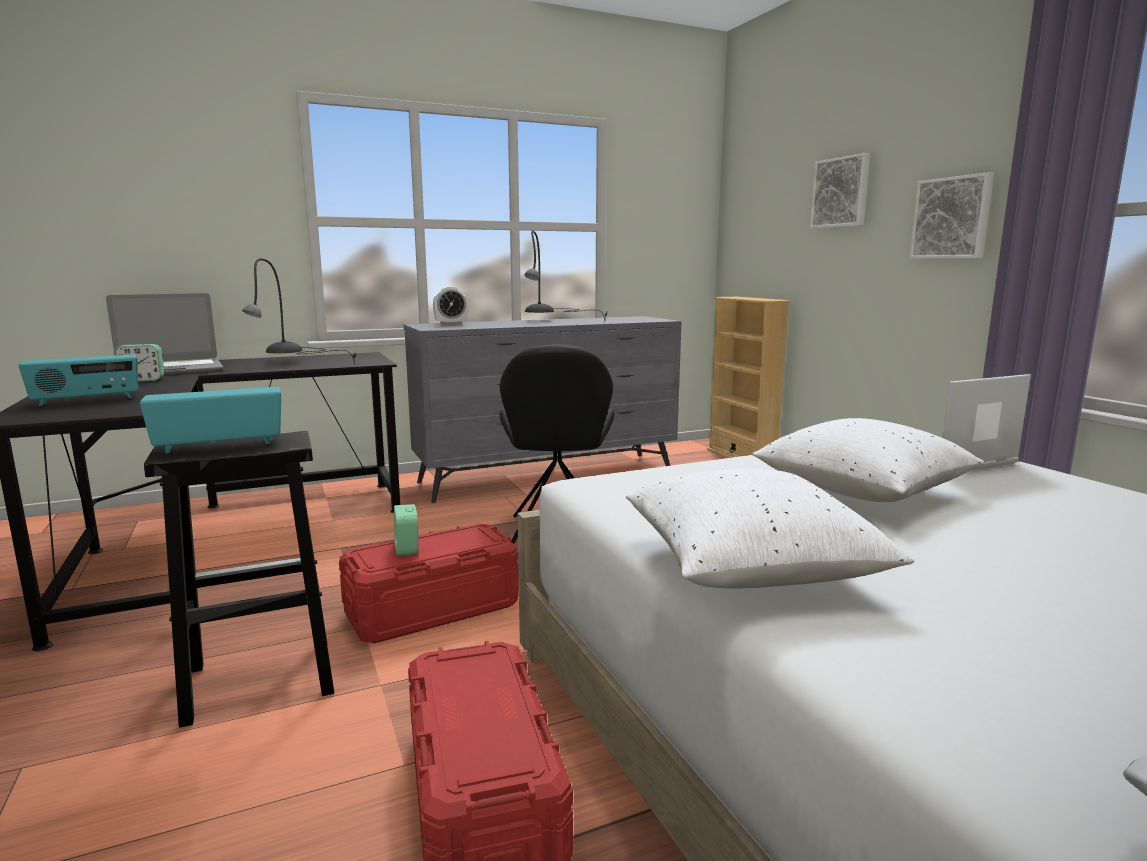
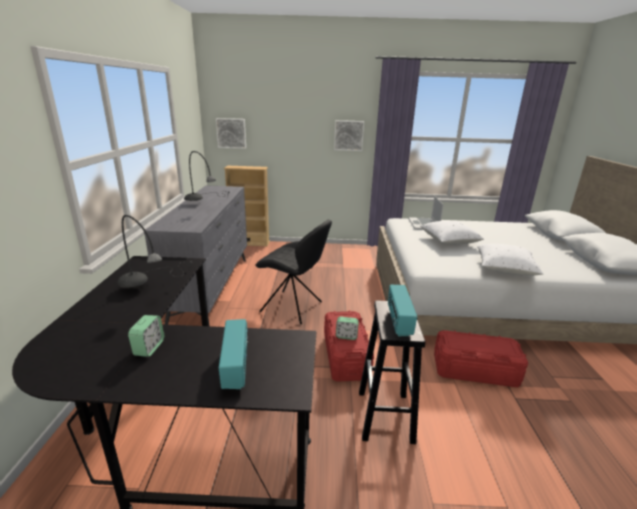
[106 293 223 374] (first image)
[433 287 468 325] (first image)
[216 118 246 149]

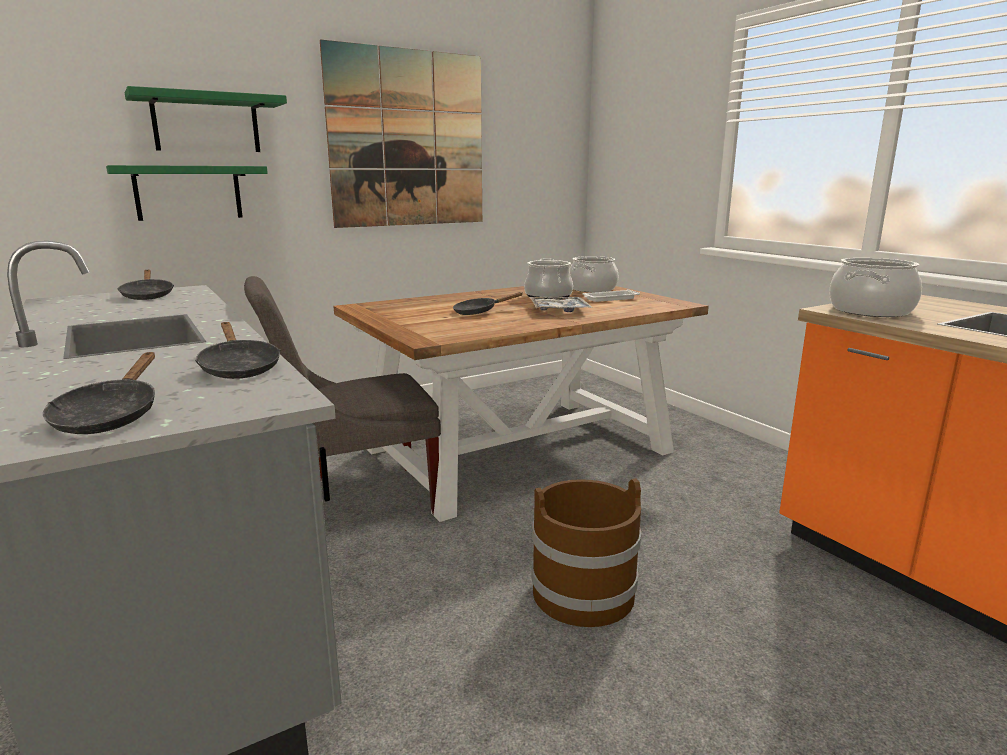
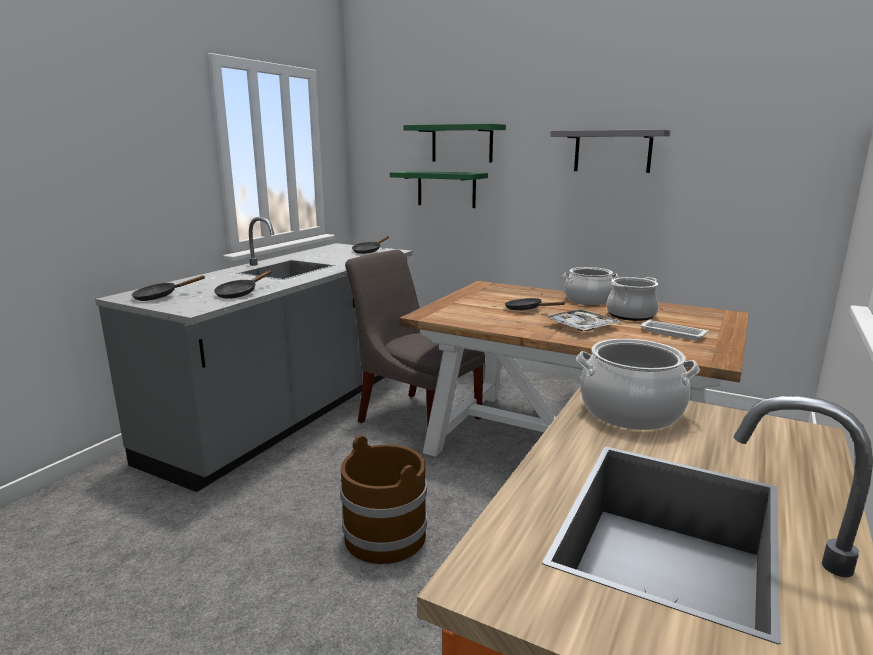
[563 267 619 305]
[550 129 670 173]

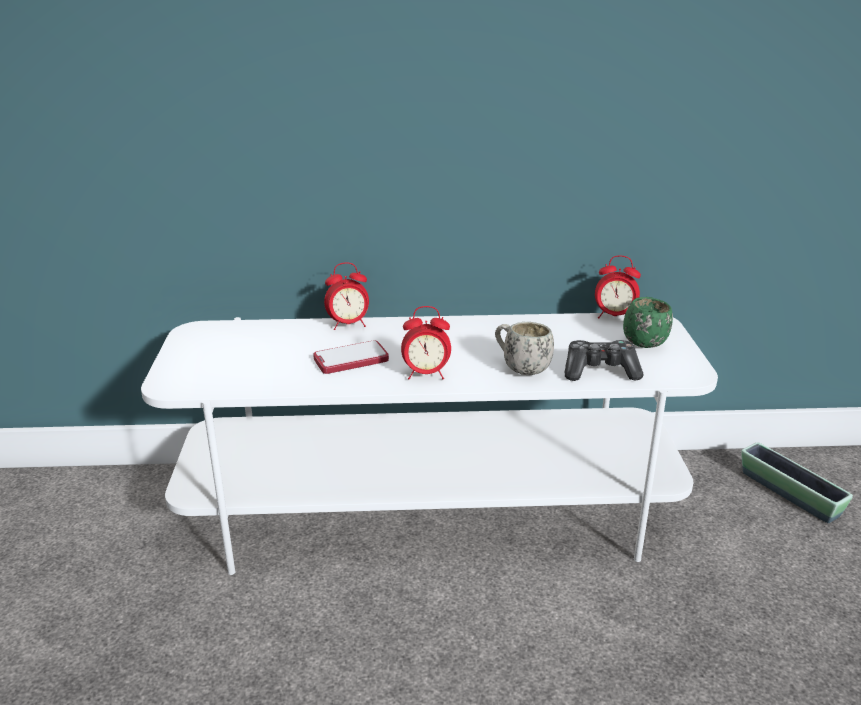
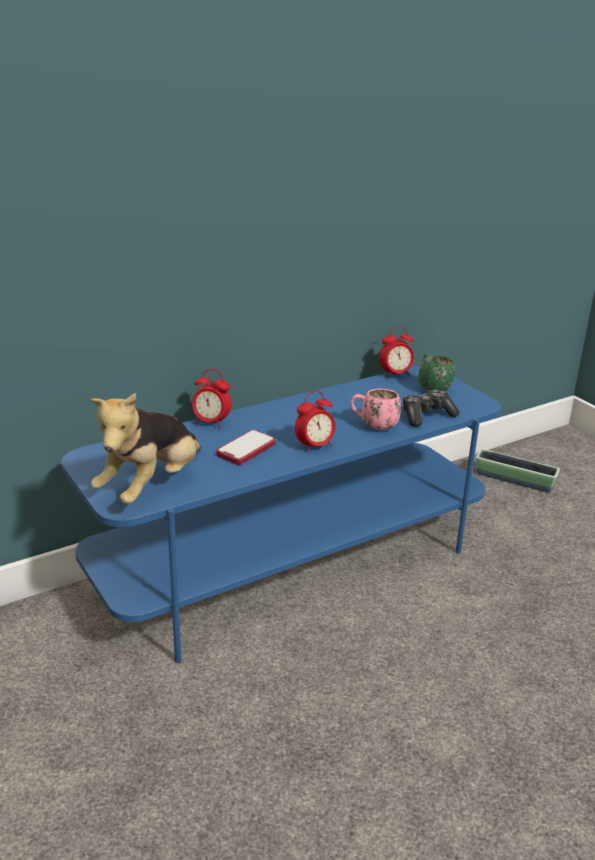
[90 393 201 504]
[61 366 501 663]
[350 389 401 430]
[192 369 231 428]

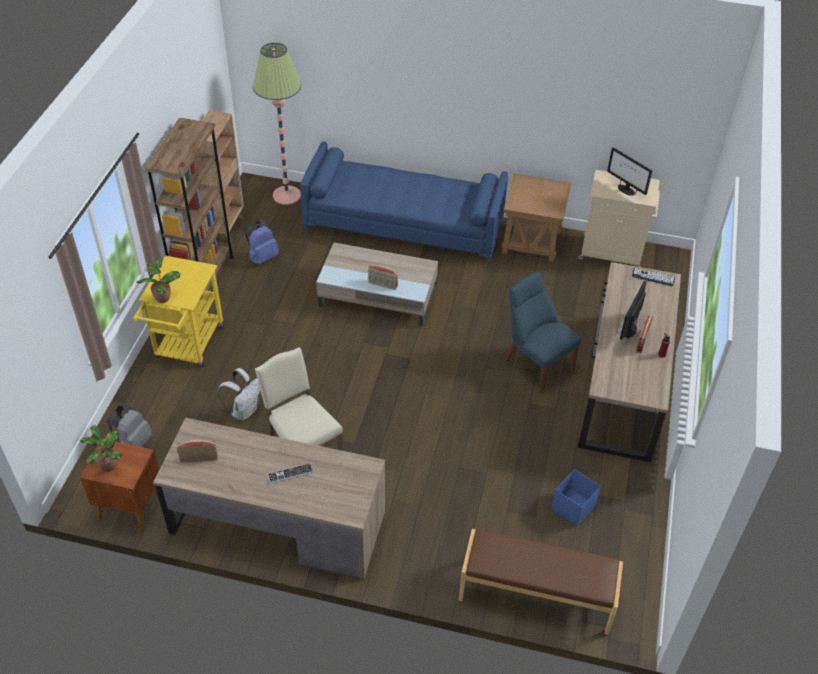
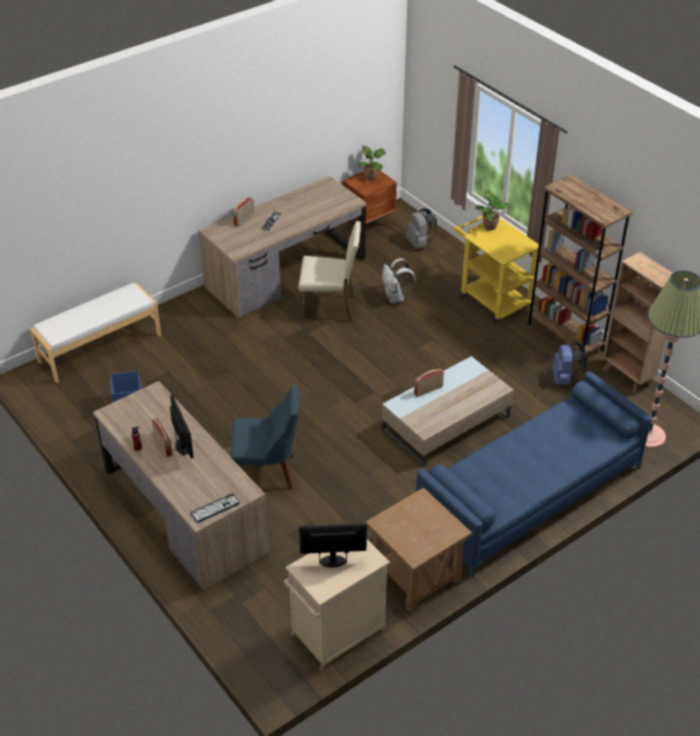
[233 197 255 227]
[30 283 161 383]

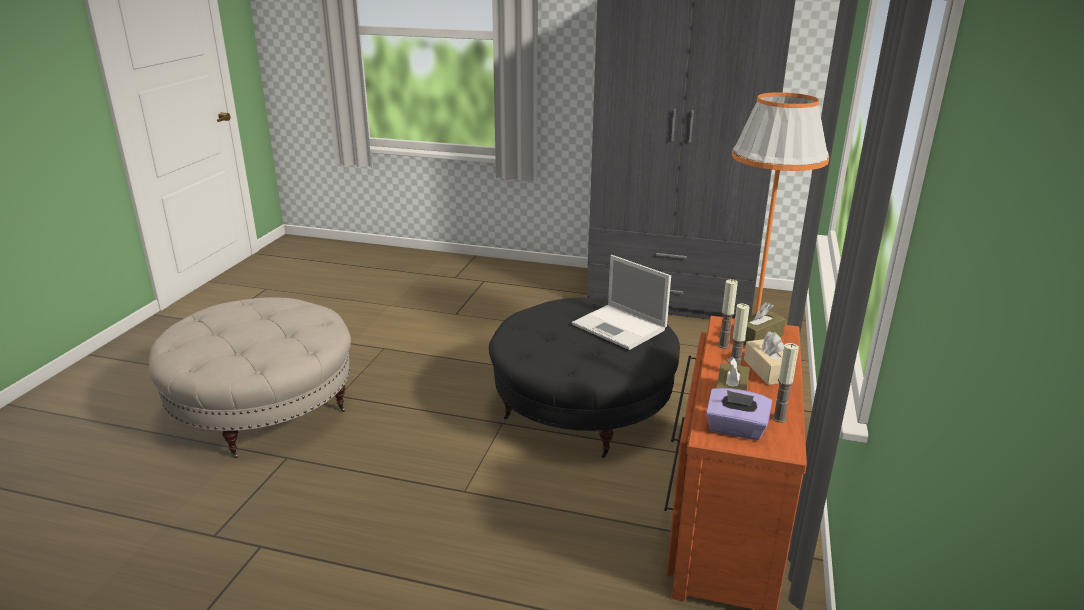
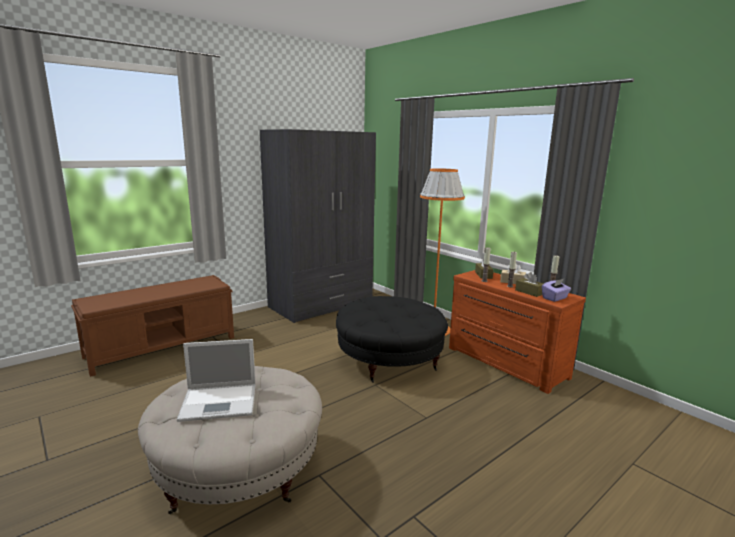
[71 275 234 377]
[177 339 256 422]

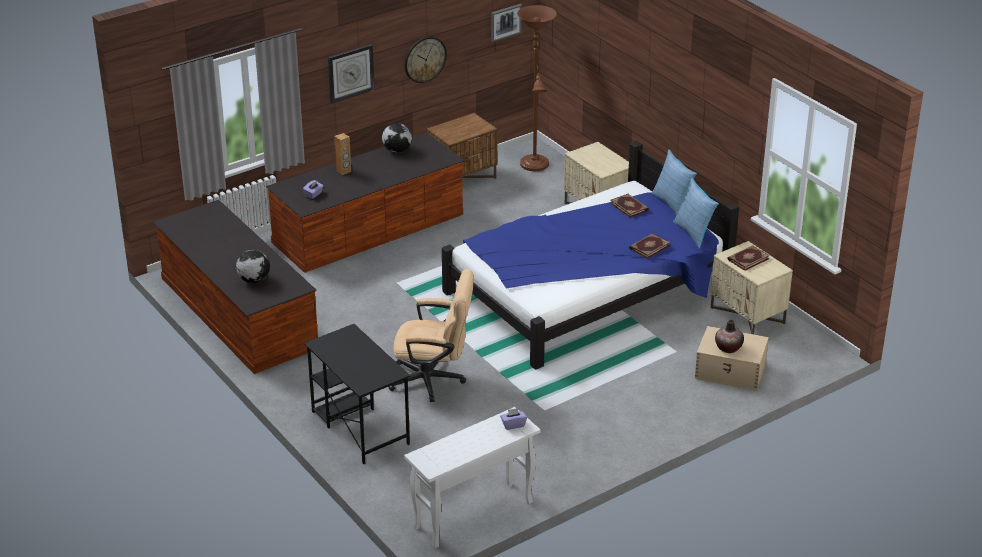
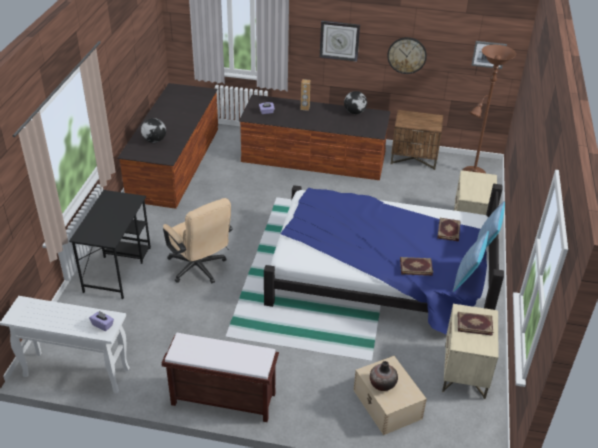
[161 333 279 422]

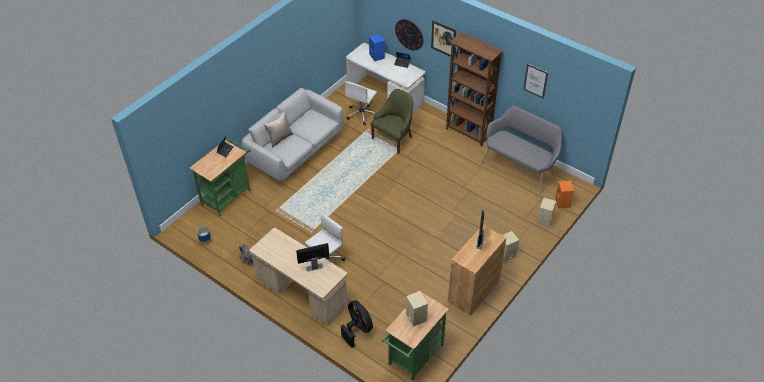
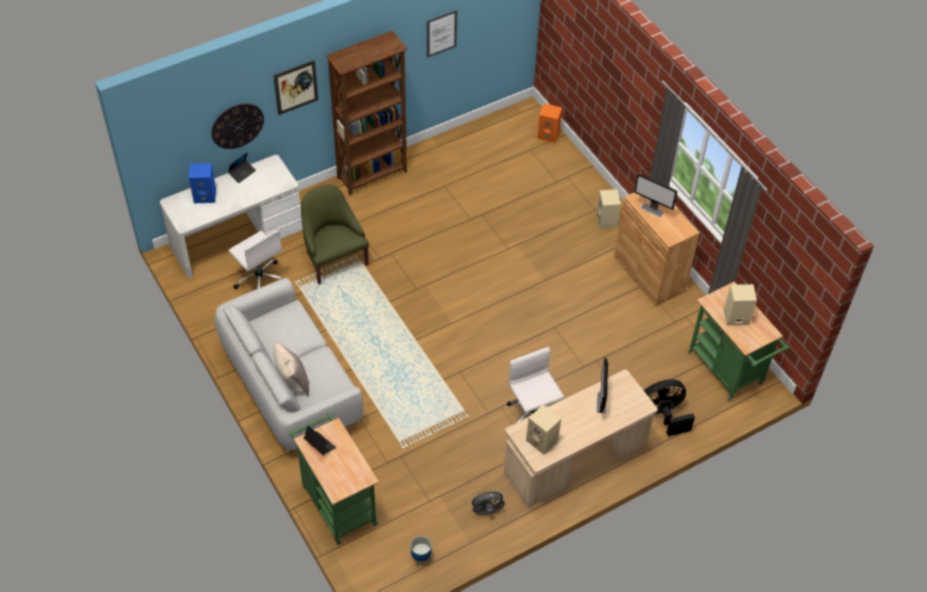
[481 106 562 194] (first image)
[526 405 561 455]

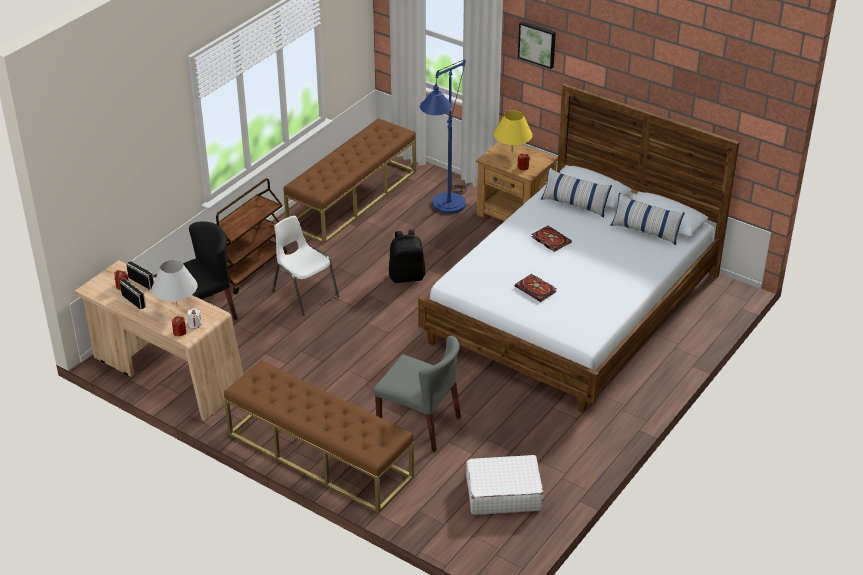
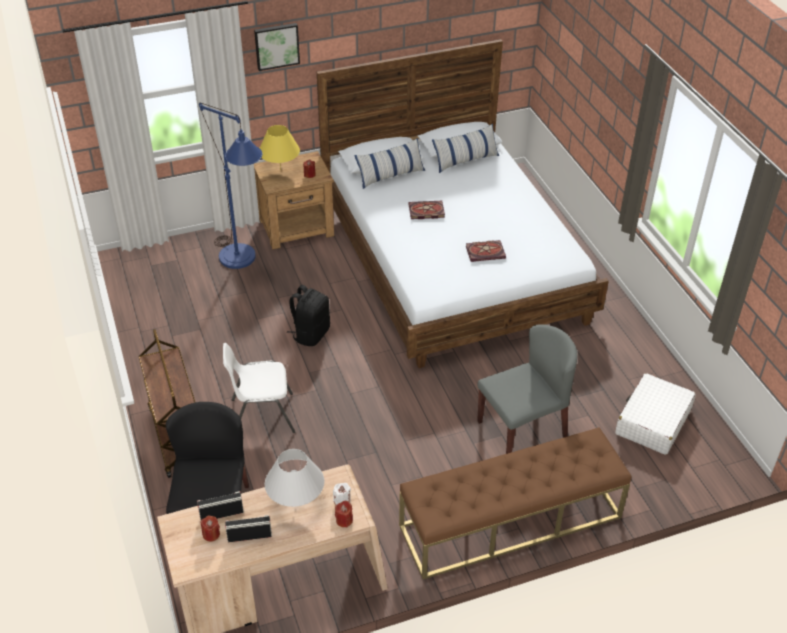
[283 118 416 244] (first image)

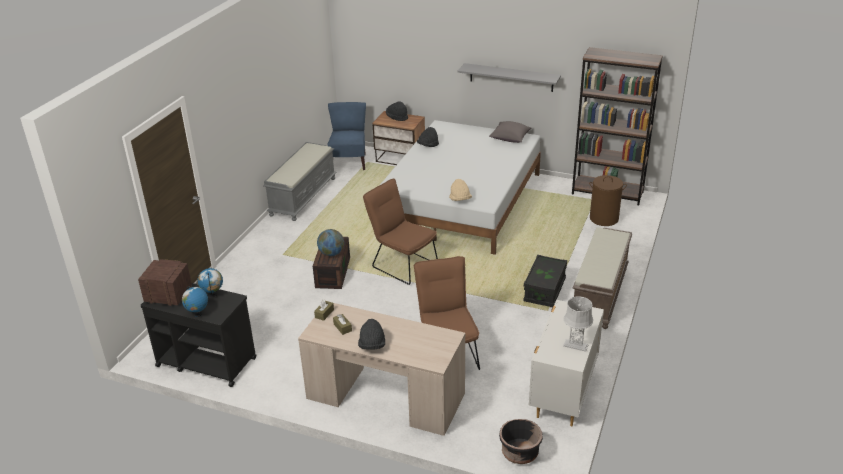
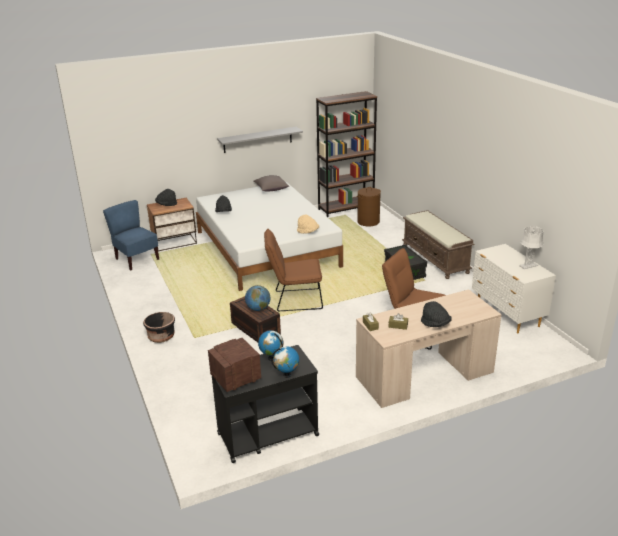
[263 142 337 221] (first image)
[143 312 175 343]

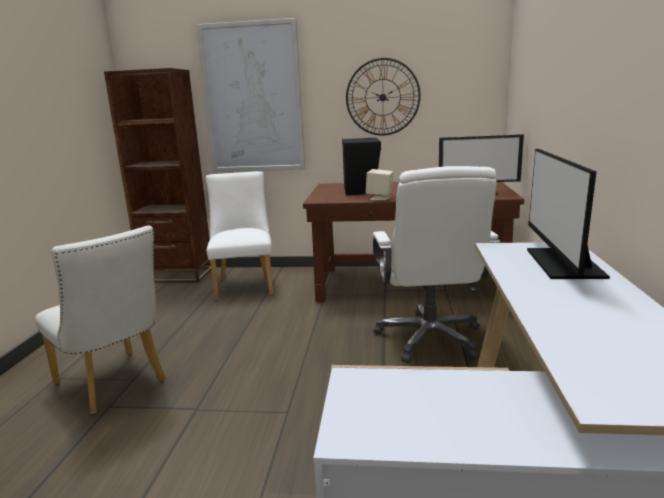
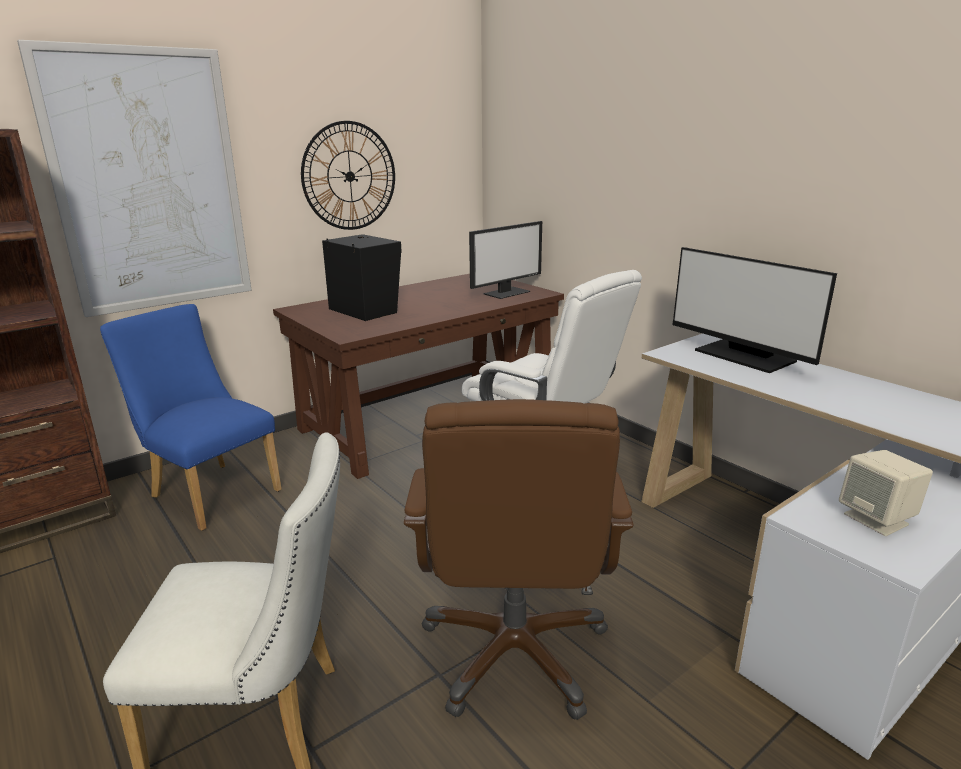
[404 399 634 720]
[839 450 933 536]
[100 304 282 531]

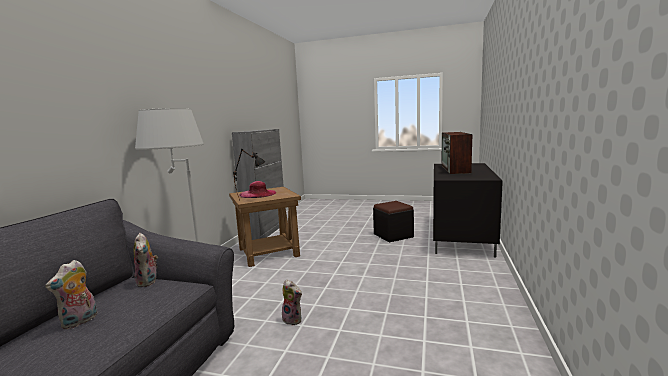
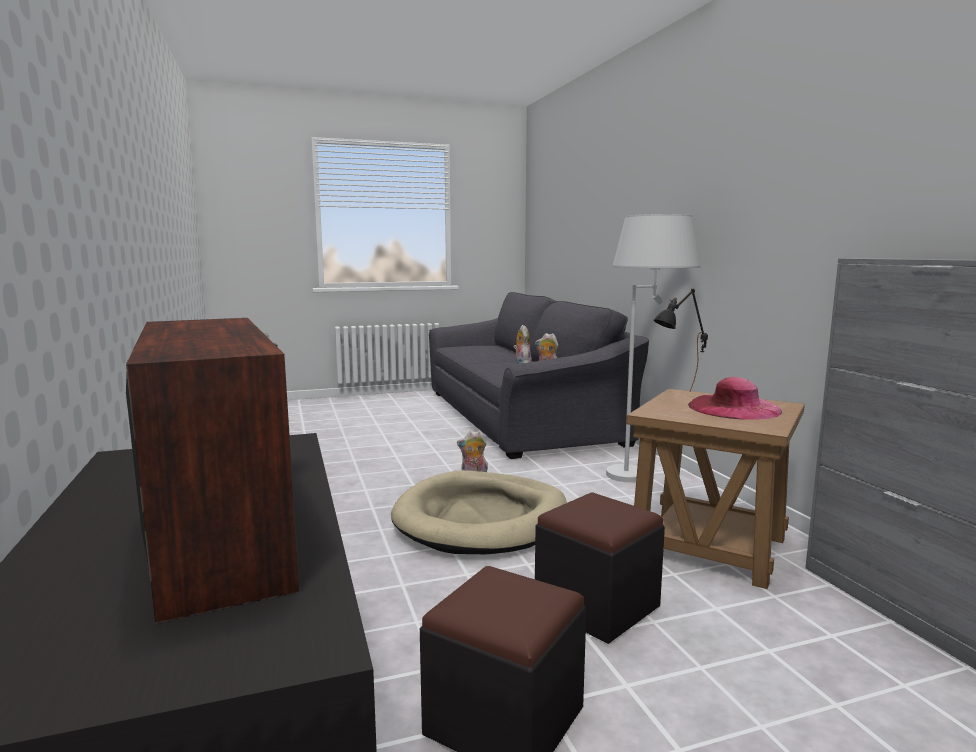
[391 470 567 554]
[535 493 665 644]

